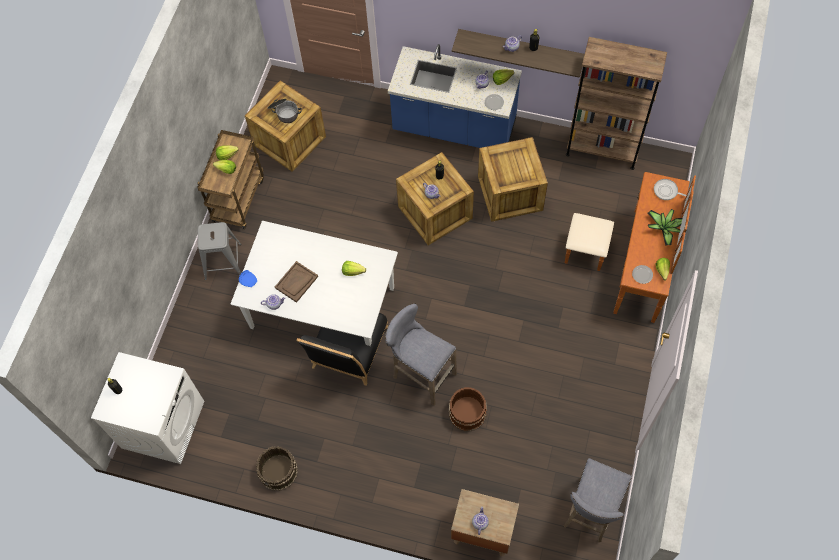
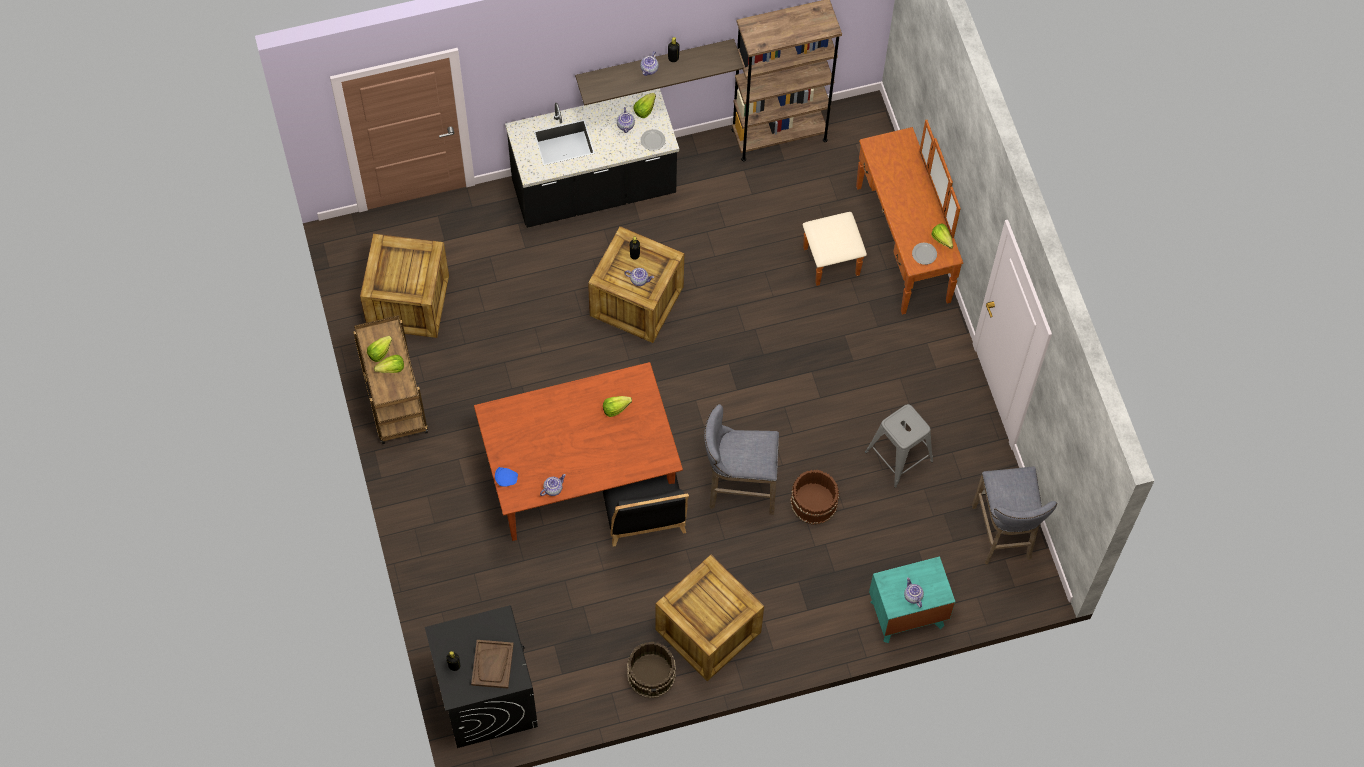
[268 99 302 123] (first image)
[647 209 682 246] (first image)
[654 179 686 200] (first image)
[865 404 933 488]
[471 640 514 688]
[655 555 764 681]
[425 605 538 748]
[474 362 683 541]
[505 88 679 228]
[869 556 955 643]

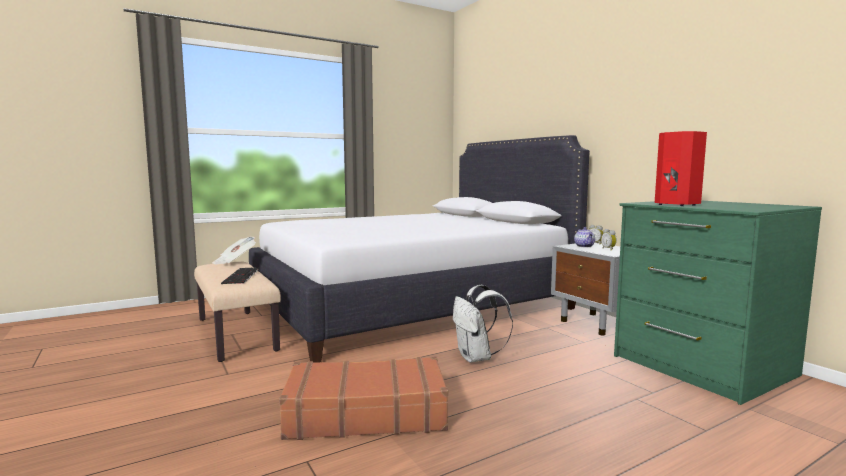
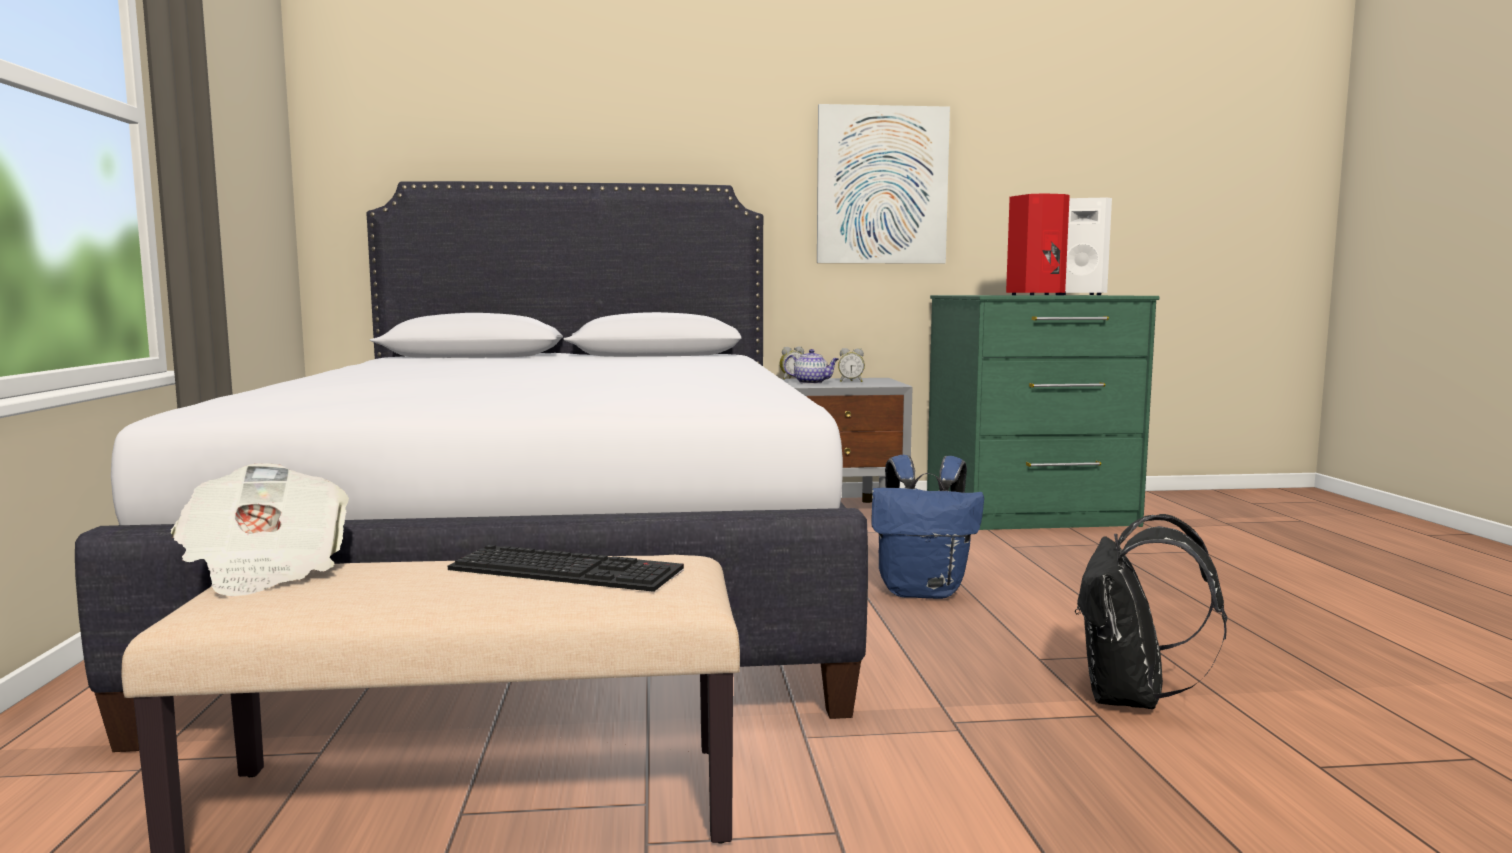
[817 104 950 264]
[1060 197 1112 295]
[1075 514 1227 709]
[872 455 984 599]

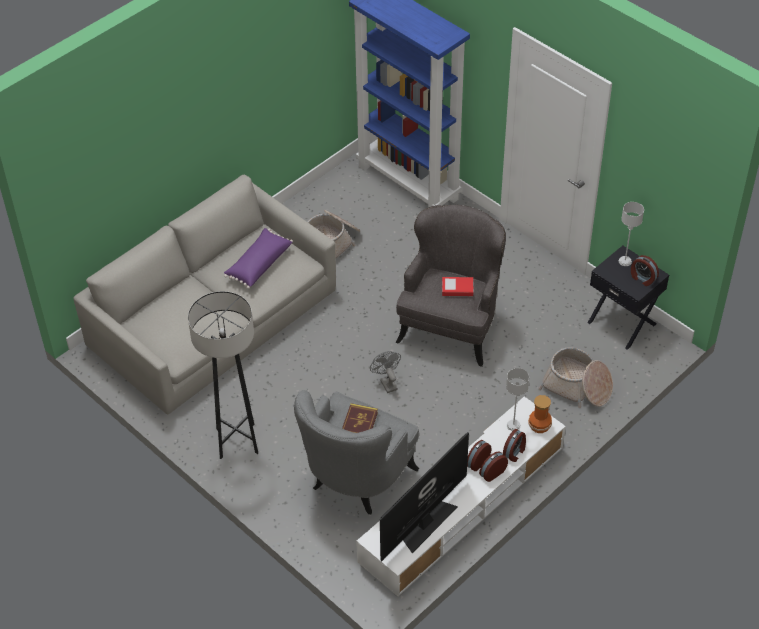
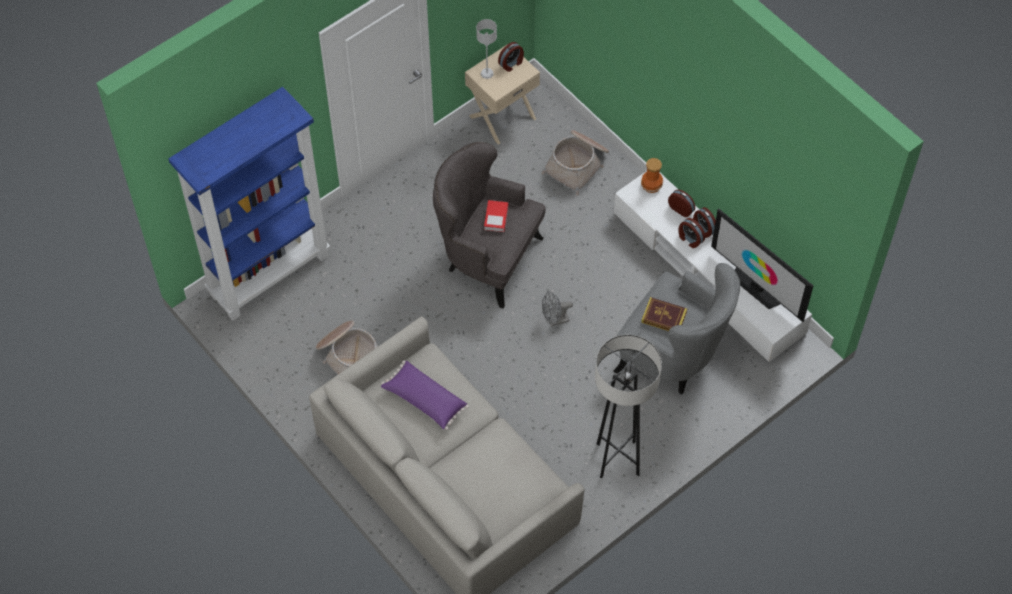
[506 368 529 431] (first image)
[465 44 540 145]

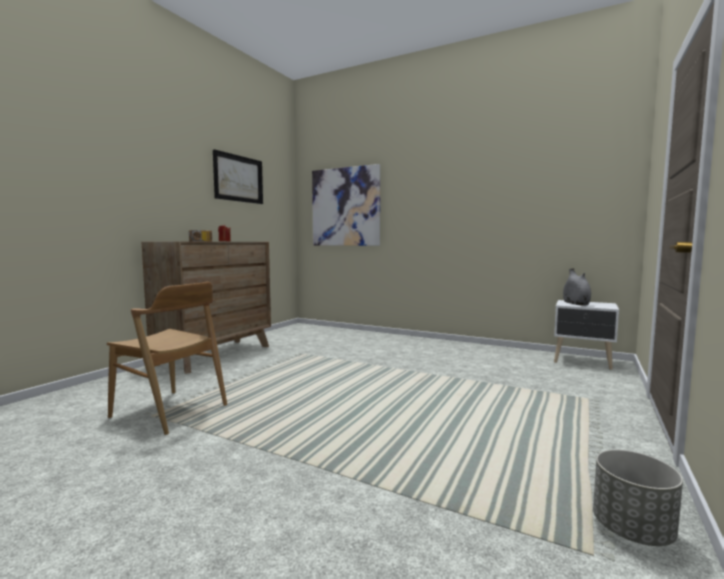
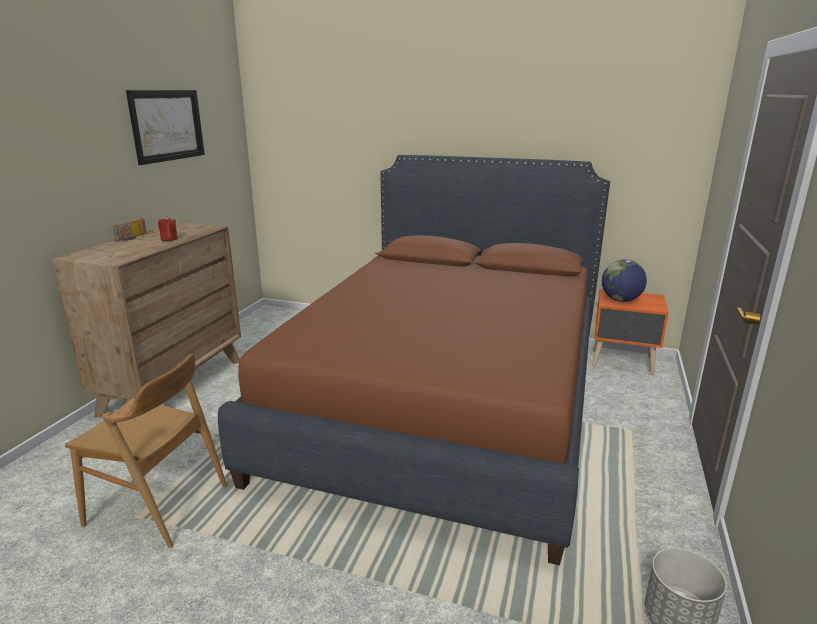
[312 164 380 246] (first image)
[218 155 610 566]
[602 259 647 302]
[592 289 669 375]

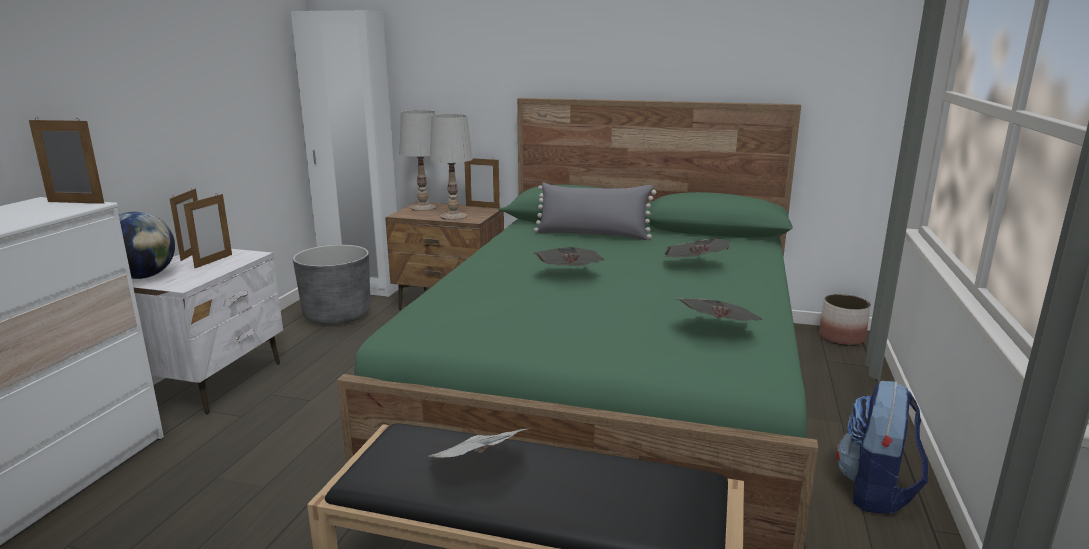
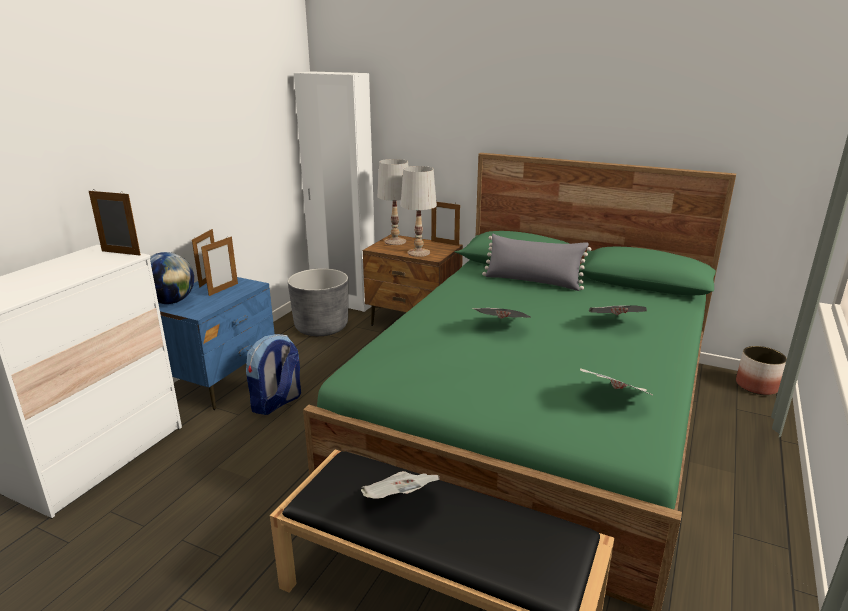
[246 334 301 415]
[158 277 275 410]

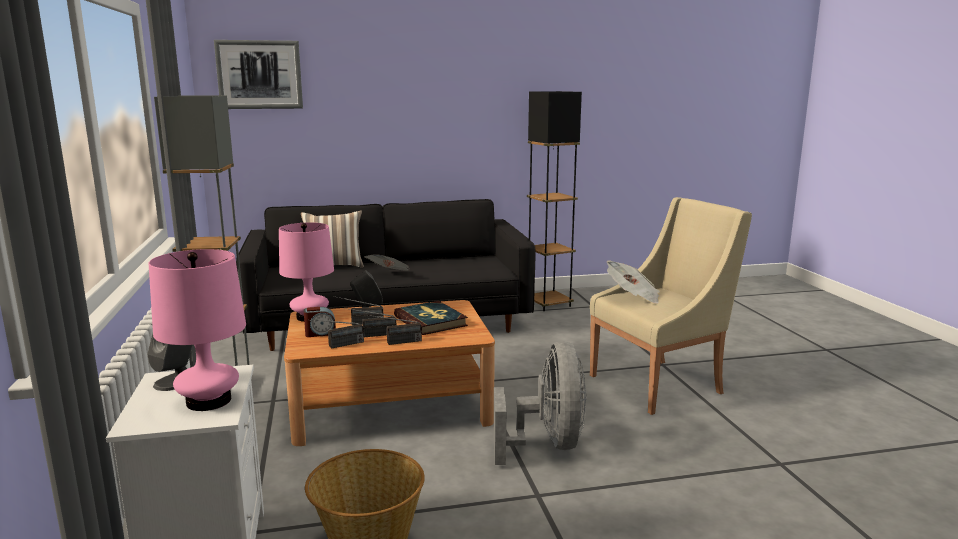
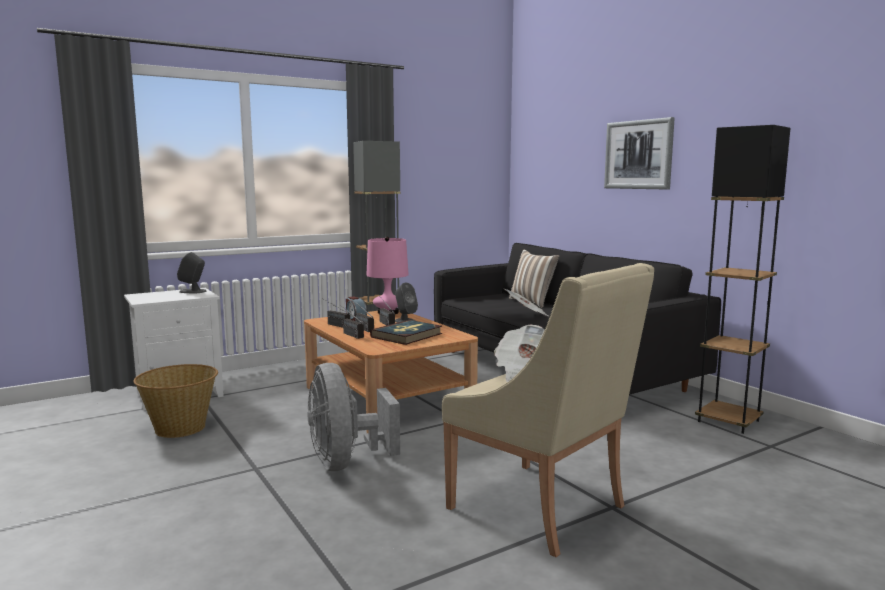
[149 249 246 411] (first image)
[604 117 675 189]
[307 363 400 471]

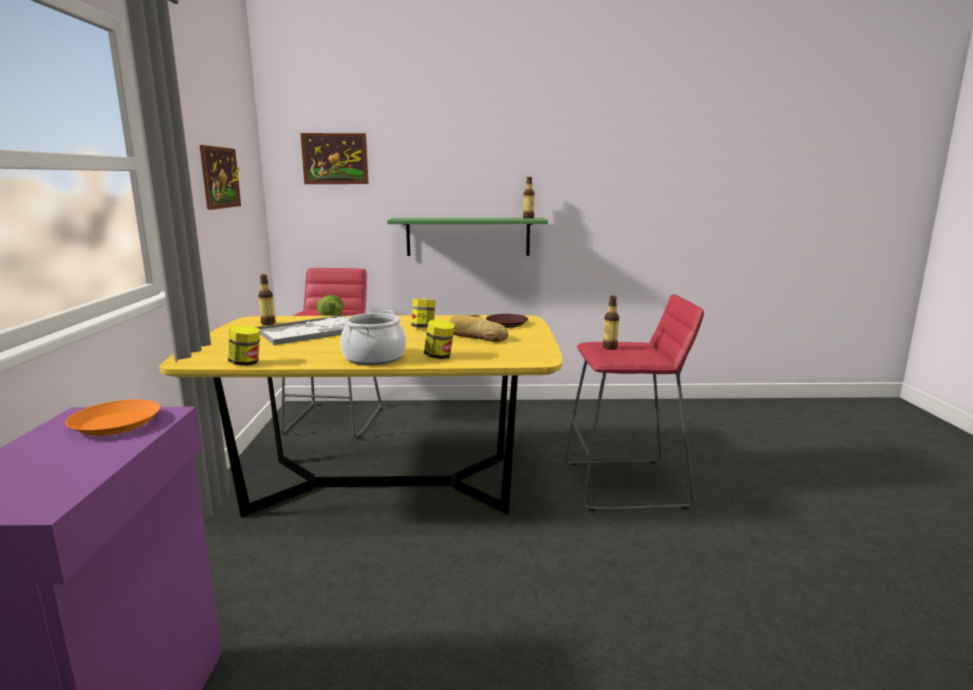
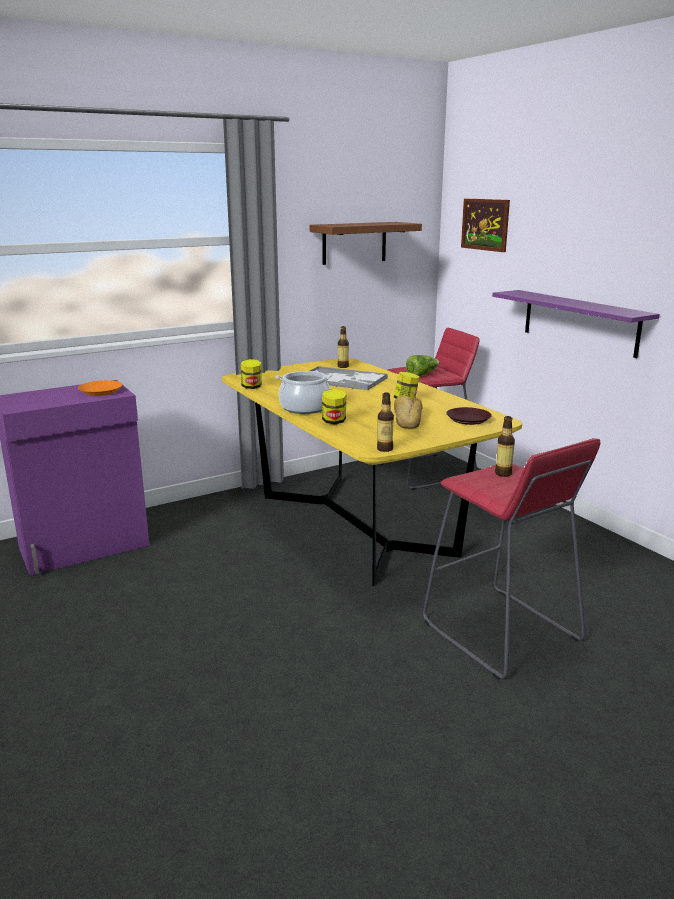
[377 393 394 452]
[310 222 422 265]
[492 290 660 358]

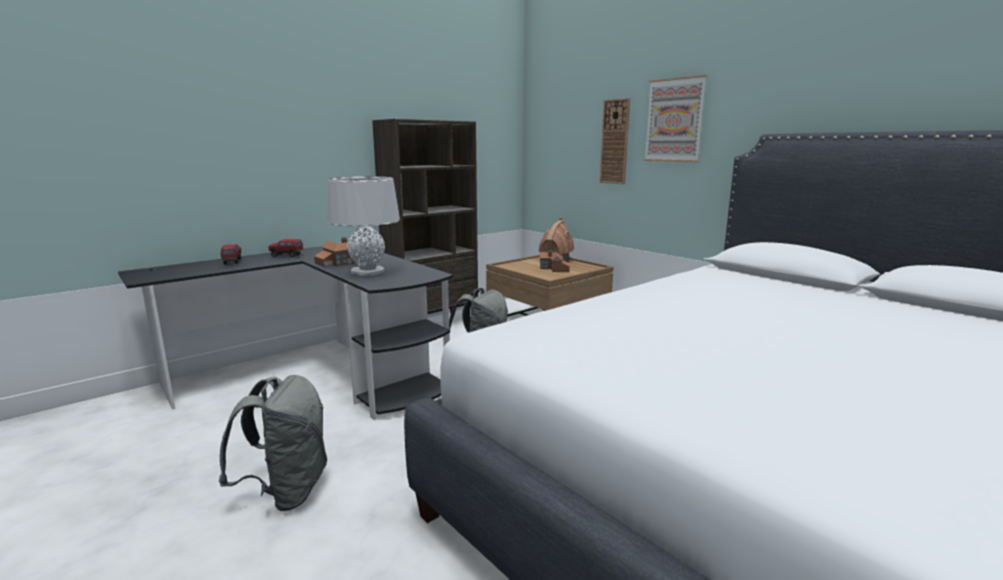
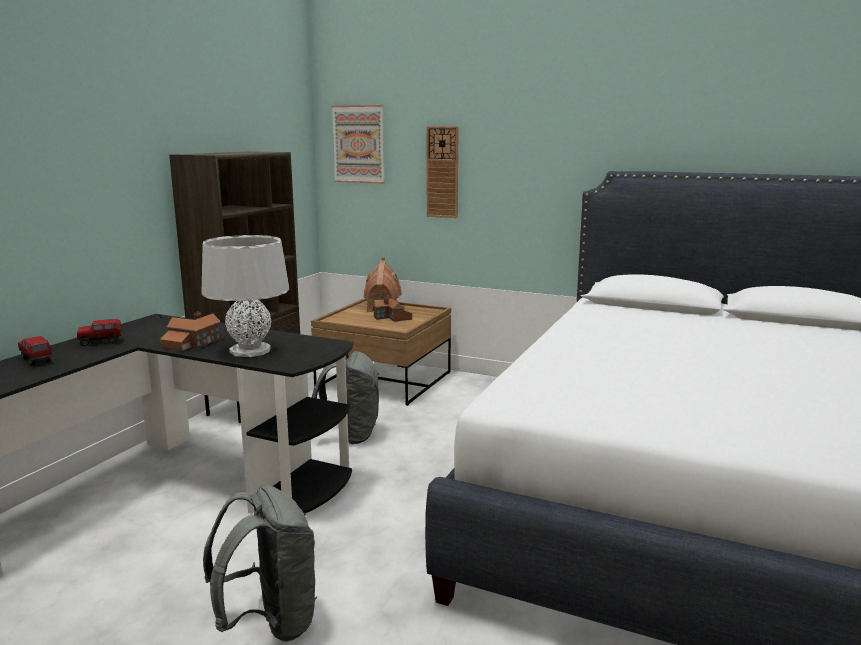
[331 105 385 184]

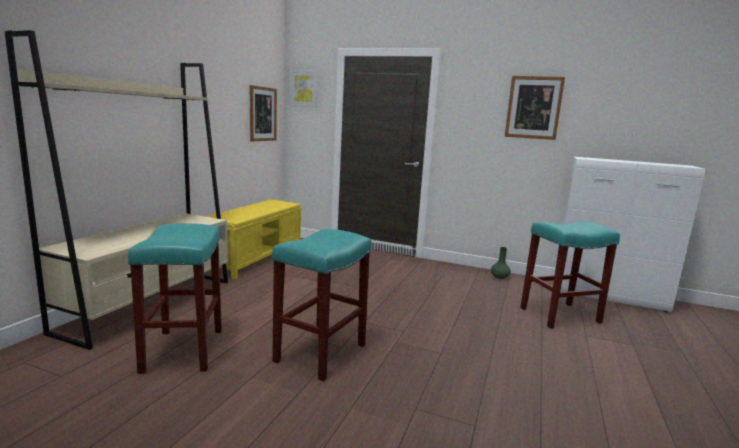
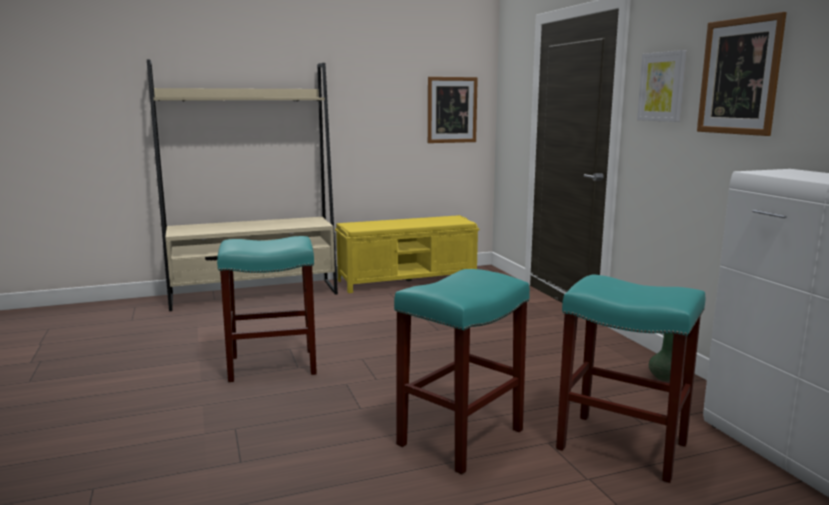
[394 269 530 475]
[637 50 687 122]

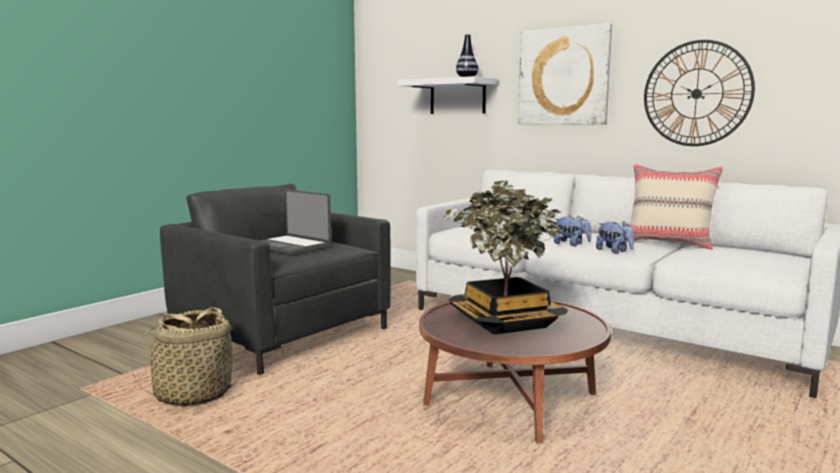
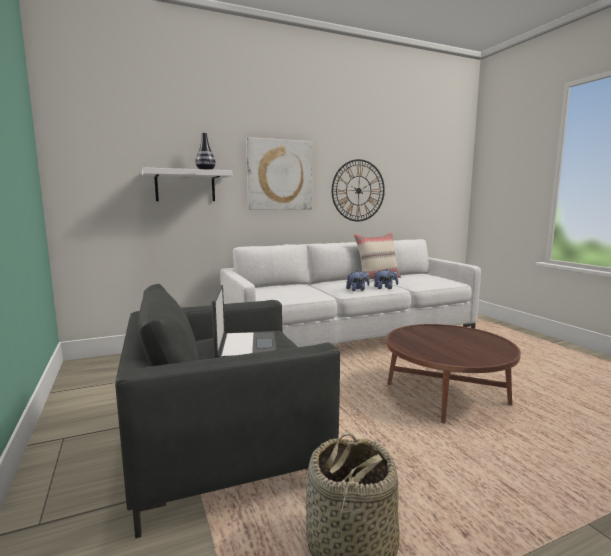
[442 180 568 335] (first image)
[212 285 276 358]

